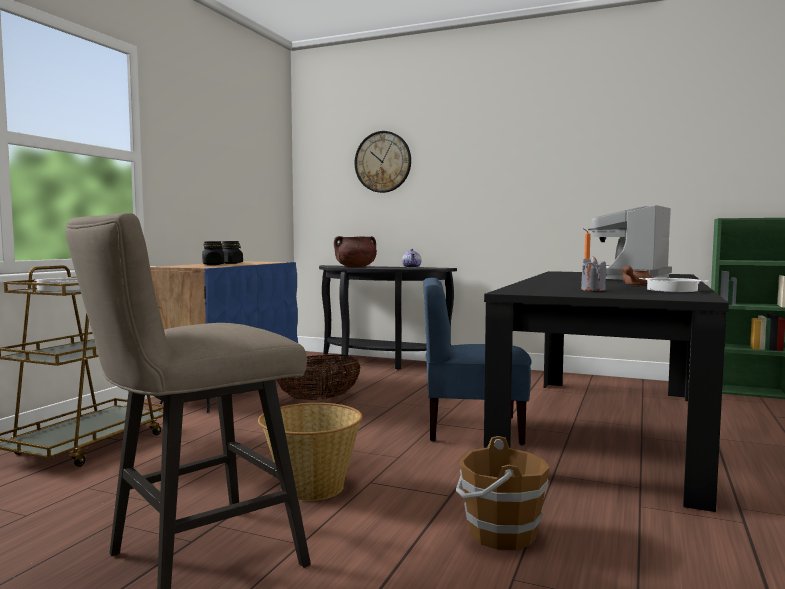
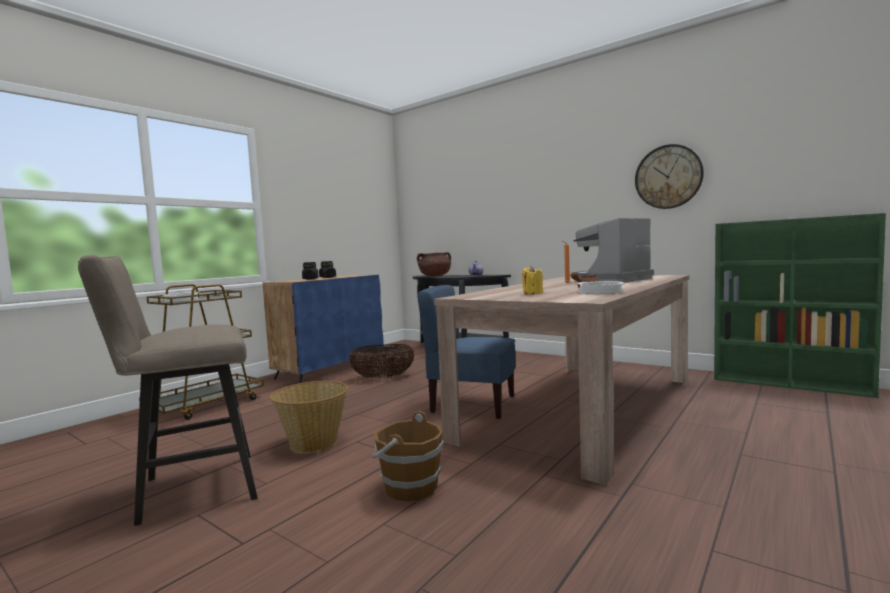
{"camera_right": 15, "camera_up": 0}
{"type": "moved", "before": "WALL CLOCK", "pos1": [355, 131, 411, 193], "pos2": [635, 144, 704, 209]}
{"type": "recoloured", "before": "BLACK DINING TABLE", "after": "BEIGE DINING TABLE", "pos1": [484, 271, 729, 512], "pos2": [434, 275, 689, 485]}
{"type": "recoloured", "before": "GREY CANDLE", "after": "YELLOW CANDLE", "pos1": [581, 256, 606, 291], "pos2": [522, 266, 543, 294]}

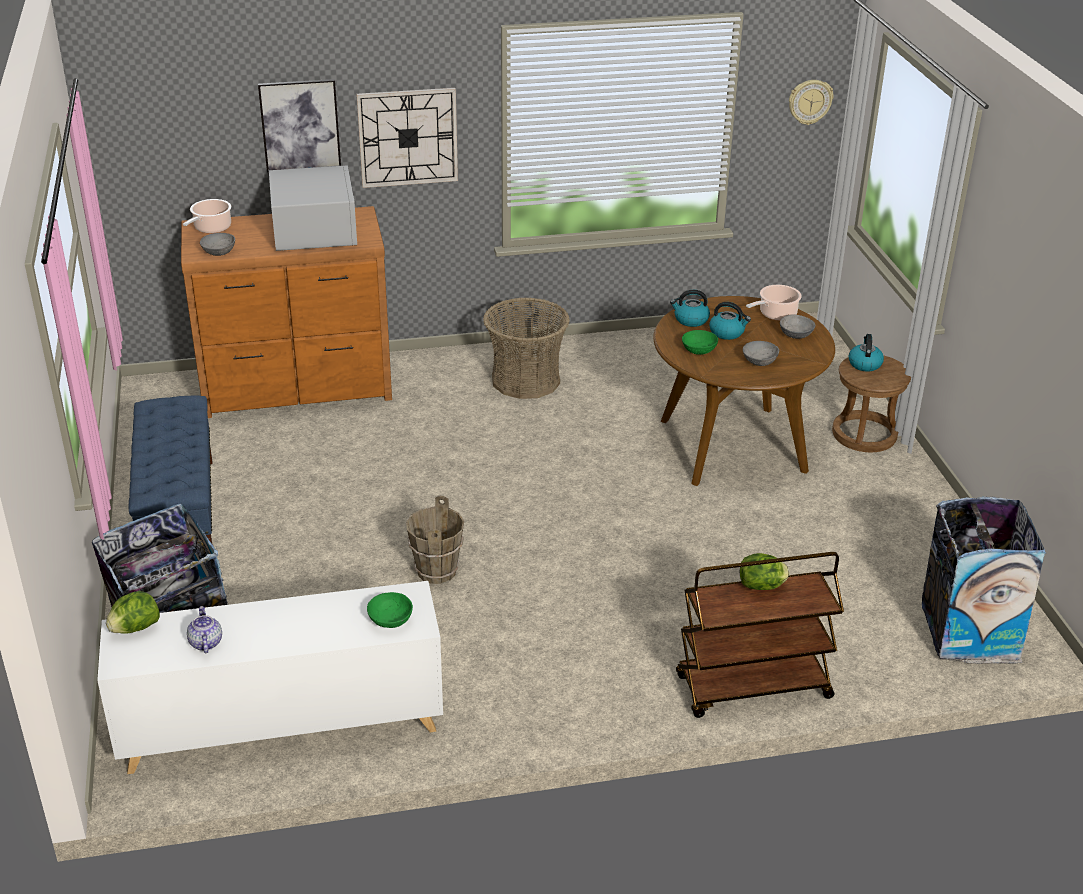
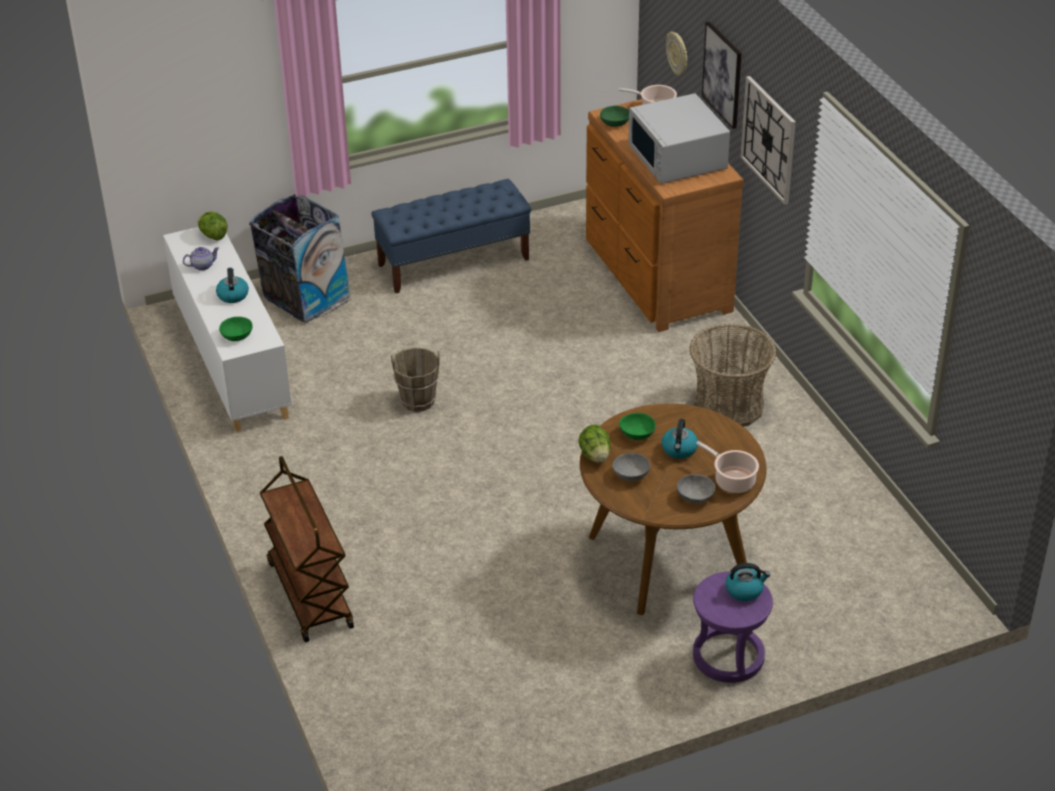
{"camera_right": 80, "camera_up": 5}
{"type": "removed", "before": "TRASH CAN", "pos1": [922, 497, 1046, 664]}
{"type": "moved", "before": "KETTLE", "pos1": [670, 290, 710, 327], "pos2": [216, 268, 249, 303]}
{"type": "moved", "before": "LETTUCE", "pos1": [740, 553, 789, 590], "pos2": [578, 425, 610, 463]}
{"type": "moved", "before": "WALL CLOCK", "pos1": [789, 80, 833, 125], "pos2": [666, 32, 687, 75]}
{"type": "recoloured", "before": "GREY BOWL", "after": "GREEN BOWL", "pos1": [200, 233, 235, 256], "pos2": [600, 106, 629, 127]}
{"type": "recoloured", "before": "BROWN STOOL", "after": "PURPLE STOOL", "pos1": [832, 355, 911, 452], "pos2": [693, 572, 773, 683]}
{"type": "turned", "before": "WHITE MICROWAVE", "pos1": [269, 165, 357, 251], "pos2": [628, 93, 730, 184], "turn": 90}

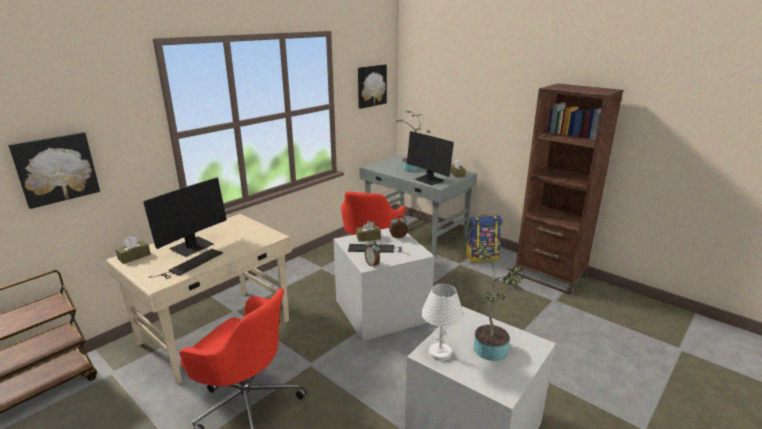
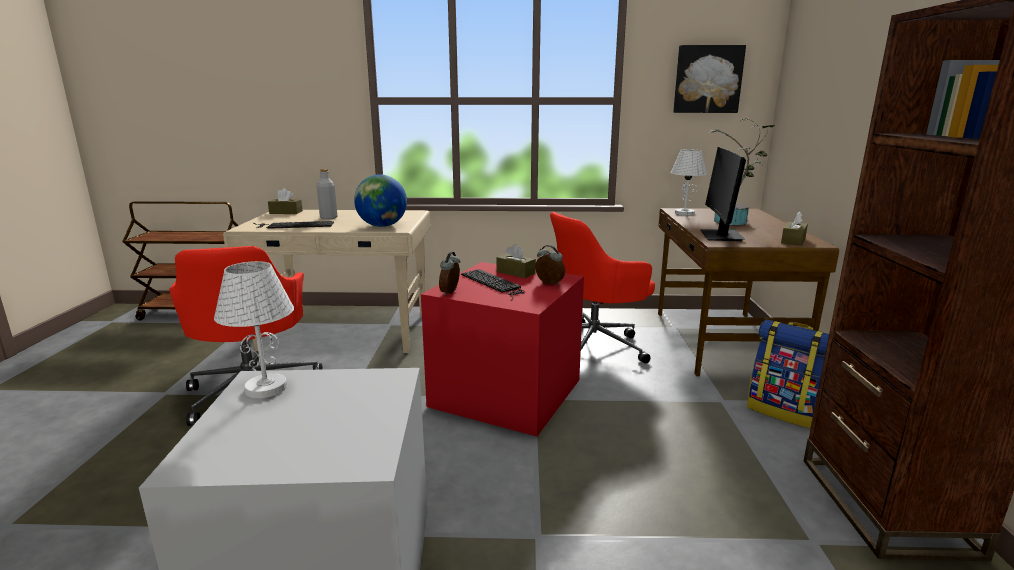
{"camera_right": 50, "camera_up": -5}
{"type": "removed", "before": "PICTURE", "pos1": [8, 132, 100, 209]}
{"type": "removed", "before": "POTTED PLANT", "pos1": [473, 244, 524, 361]}
{"type": "added", "after": "GLOBE", "pos2": [354, 174, 407, 227]}
{"type": "added", "after": "WHITE TABLE LAMP", "pos2": [671, 149, 707, 216]}
{"type": "replaced", "before": "MONITOR", "after": "GREY BOTTLE", "pos1": [143, 178, 227, 257], "pos2": [317, 169, 337, 220]}
{"type": "recoloured", "before": "GREY STORAGE BOX", "after": "RED STORAGE BOX", "pos1": [334, 228, 435, 341], "pos2": [421, 262, 584, 436]}
{"type": "recoloured", "before": "GREY DESK", "after": "BROWN DESK", "pos1": [359, 155, 477, 256], "pos2": [658, 208, 839, 376]}

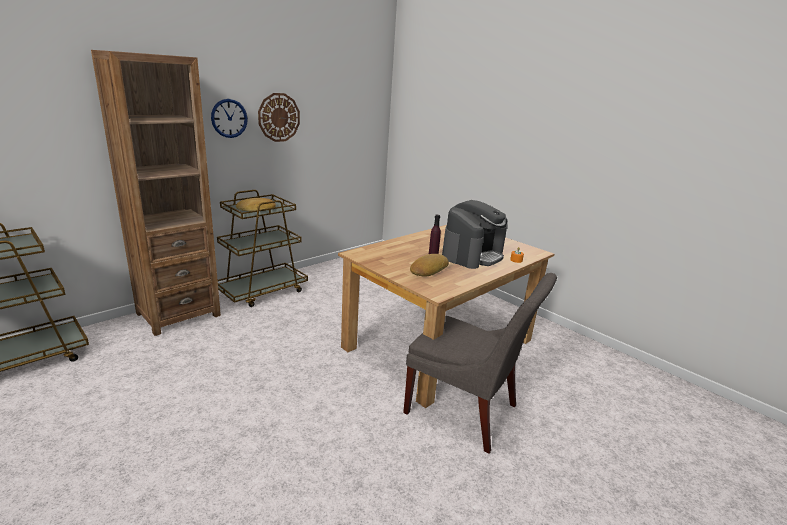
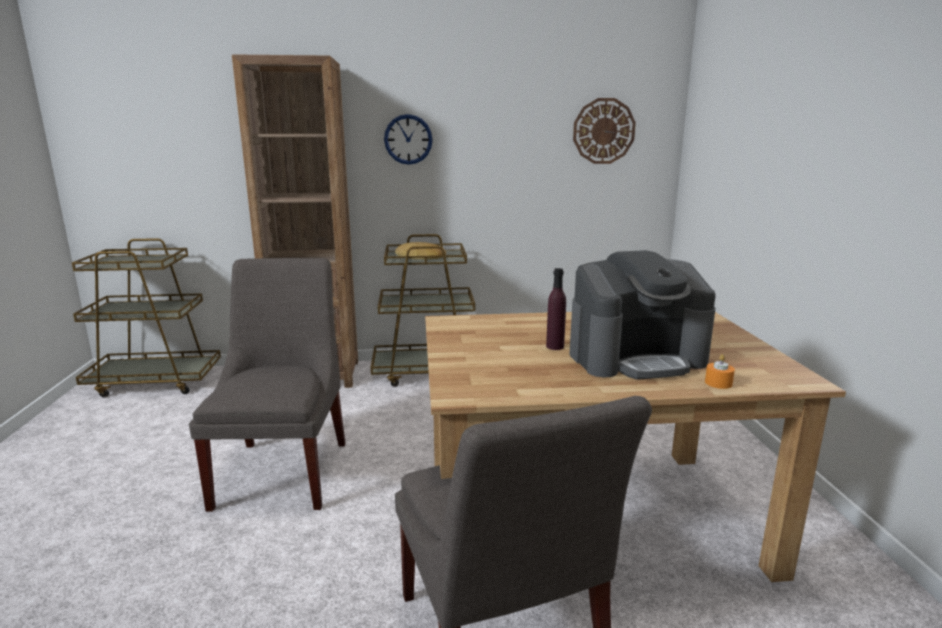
{"camera_right": 40, "camera_up": -5}
{"type": "removed", "before": "BREAD", "pos1": [410, 254, 449, 276]}
{"type": "added", "after": "GREY CHAIR", "pos2": [189, 258, 346, 512]}
{"type": "moved", "before": "WALL CLOCK", "pos1": [258, 93, 300, 142], "pos2": [573, 98, 636, 164]}

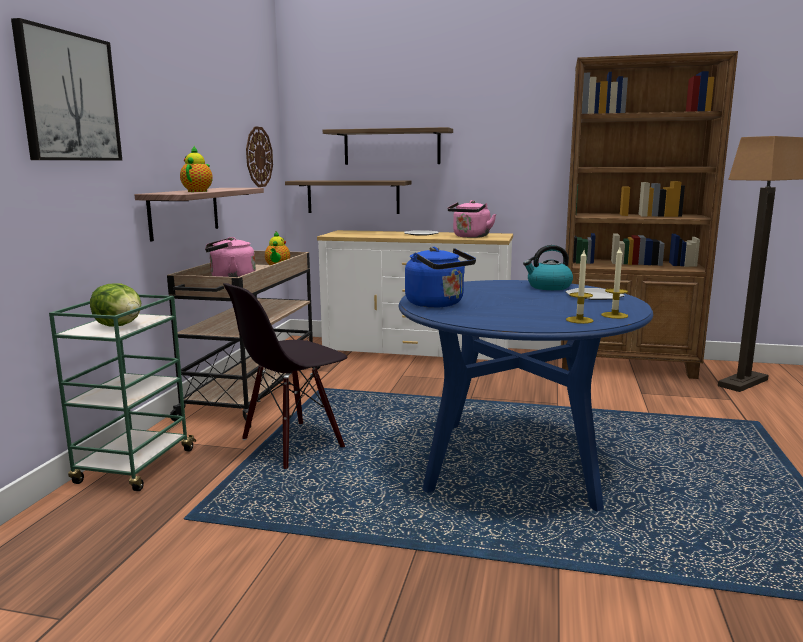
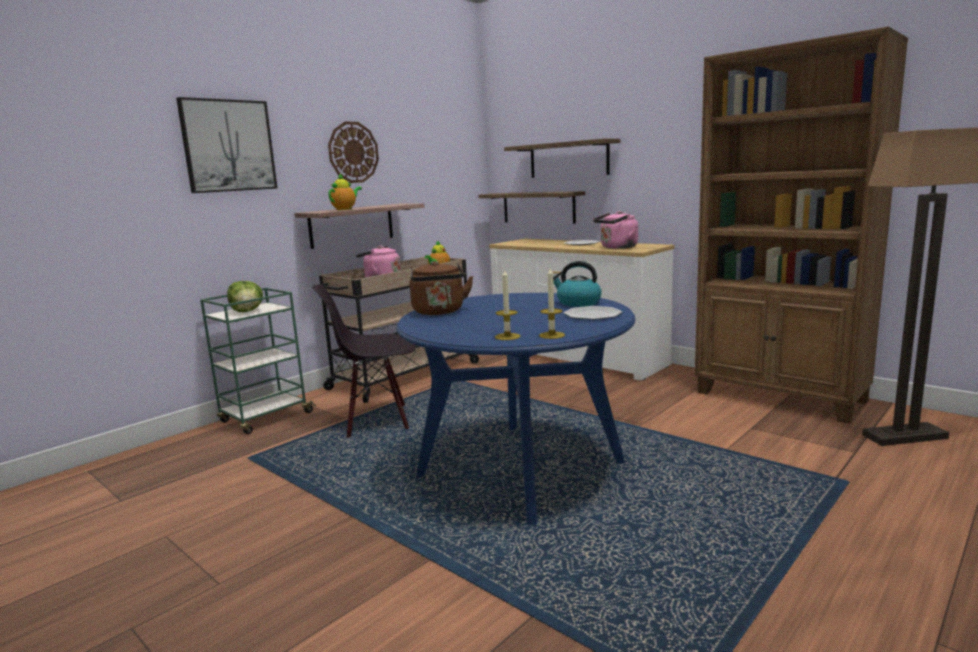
{"camera_right": 30, "camera_up": 0}
{"type": "moved", "before": "WALL CLOCK", "pos1": [246, 126, 273, 187], "pos2": [328, 122, 379, 183]}
{"type": "recoloured", "before": "BLUE KETTLE", "after": "BROWN KETTLE", "pos1": [405, 247, 476, 308], "pos2": [410, 261, 474, 315]}

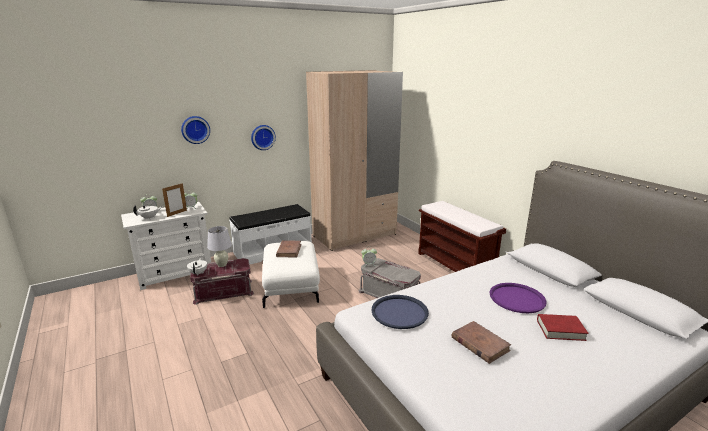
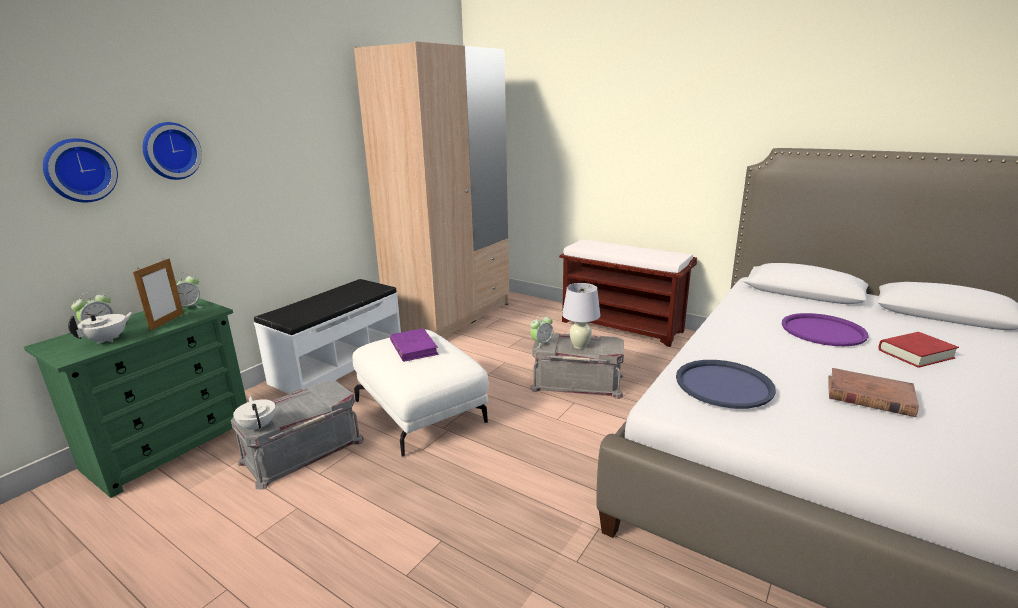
{"camera_right": -25, "camera_up": 0}
{"type": "moved", "before": "WHITE TABLE LAMP", "pos1": [207, 226, 232, 267], "pos2": [562, 283, 600, 349]}
{"type": "moved", "before": "WALL CLOCK", "pos1": [251, 125, 276, 150], "pos2": [43, 138, 118, 202]}
{"type": "recoloured", "before": "WHITE DRESSER", "after": "GREEN DRESSER", "pos1": [121, 202, 211, 290], "pos2": [24, 298, 247, 498]}
{"type": "recoloured", "before": "RED STORAGE BOX", "after": "GREY STORAGE BOX", "pos1": [190, 258, 254, 305], "pos2": [231, 381, 364, 489]}
{"type": "recoloured", "before": "BROWN BOOK", "after": "PURPLE BOOK", "pos1": [276, 241, 302, 257], "pos2": [390, 328, 438, 362]}

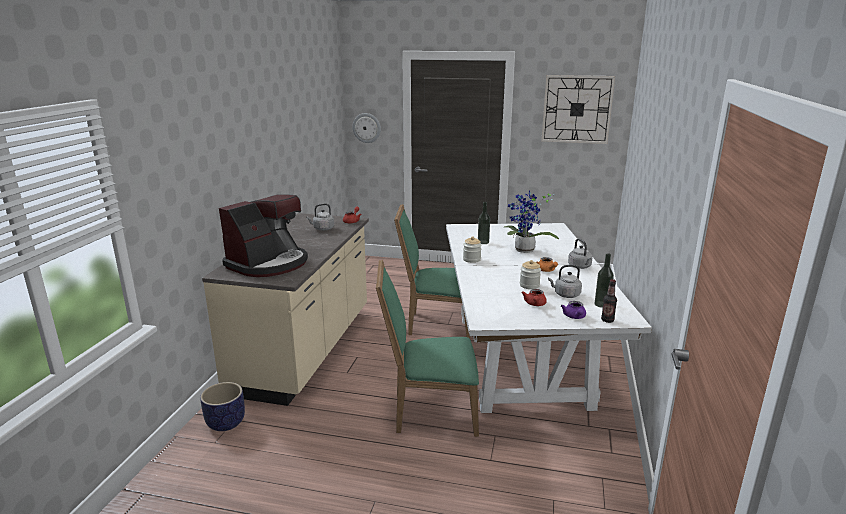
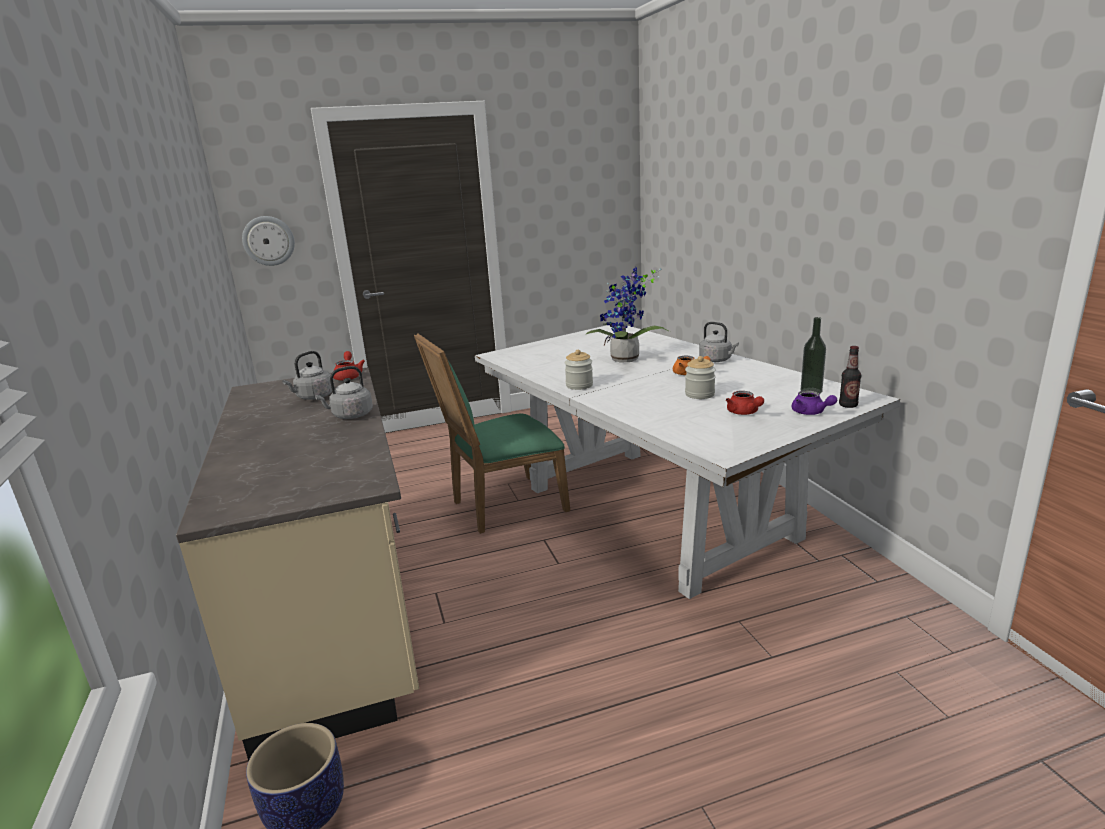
{"camera_right": -30, "camera_up": 0}
{"type": "removed", "before": "COFFEE MACHINE", "pos1": [219, 194, 308, 277]}
{"type": "removed", "before": "GREEN CHAIR", "pos1": [376, 260, 479, 437]}
{"type": "removed", "before": "BOTTLE", "pos1": [478, 202, 490, 244]}
{"type": "removed", "before": "WALL CLOCK", "pos1": [541, 75, 615, 144]}
{"type": "moved", "before": "GREY KETTLE", "pos1": [548, 265, 582, 298], "pos2": [315, 366, 373, 419]}

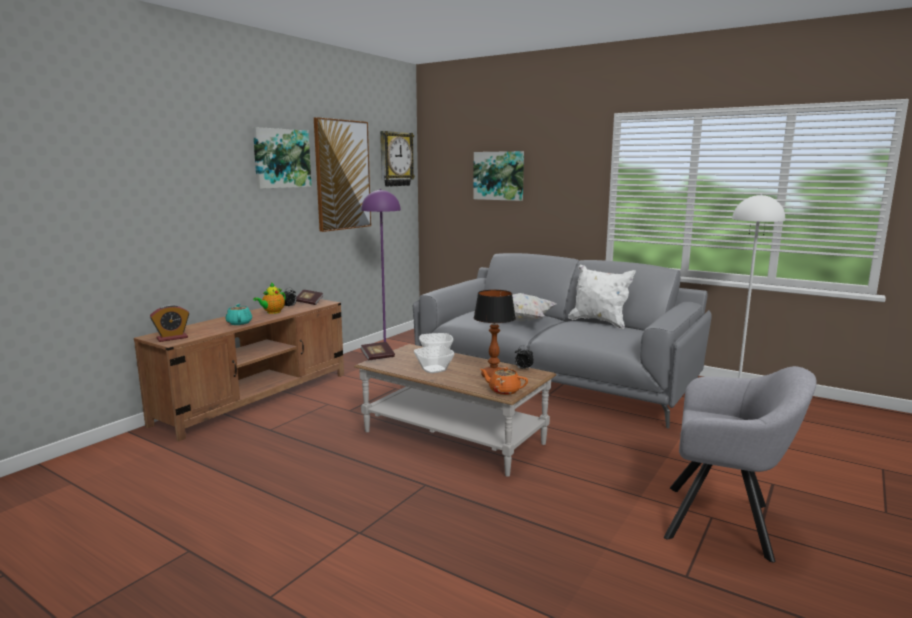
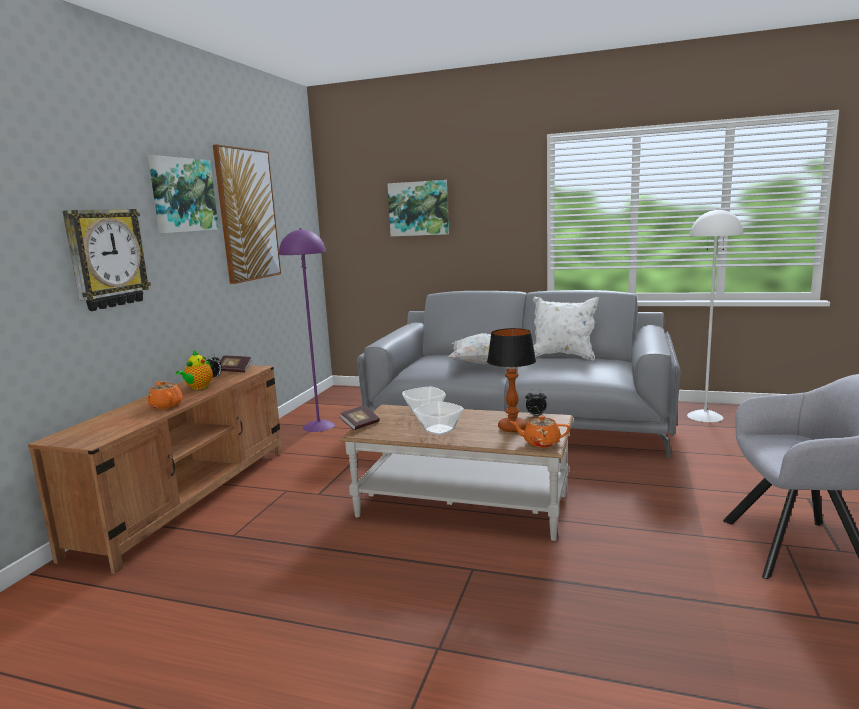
{"camera_right": -15, "camera_up": 0}
{"type": "removed", "before": "ALARM CLOCK", "pos1": [150, 304, 189, 342]}
{"type": "moved", "before": "WALL CLOCK", "pos1": [380, 131, 415, 187], "pos2": [63, 209, 151, 311]}
{"type": "recoloured", "before": "TURQUOISE TEAPOT", "after": "ORANGE TEAPOT", "pos1": [225, 304, 252, 325], "pos2": [148, 381, 183, 409]}

